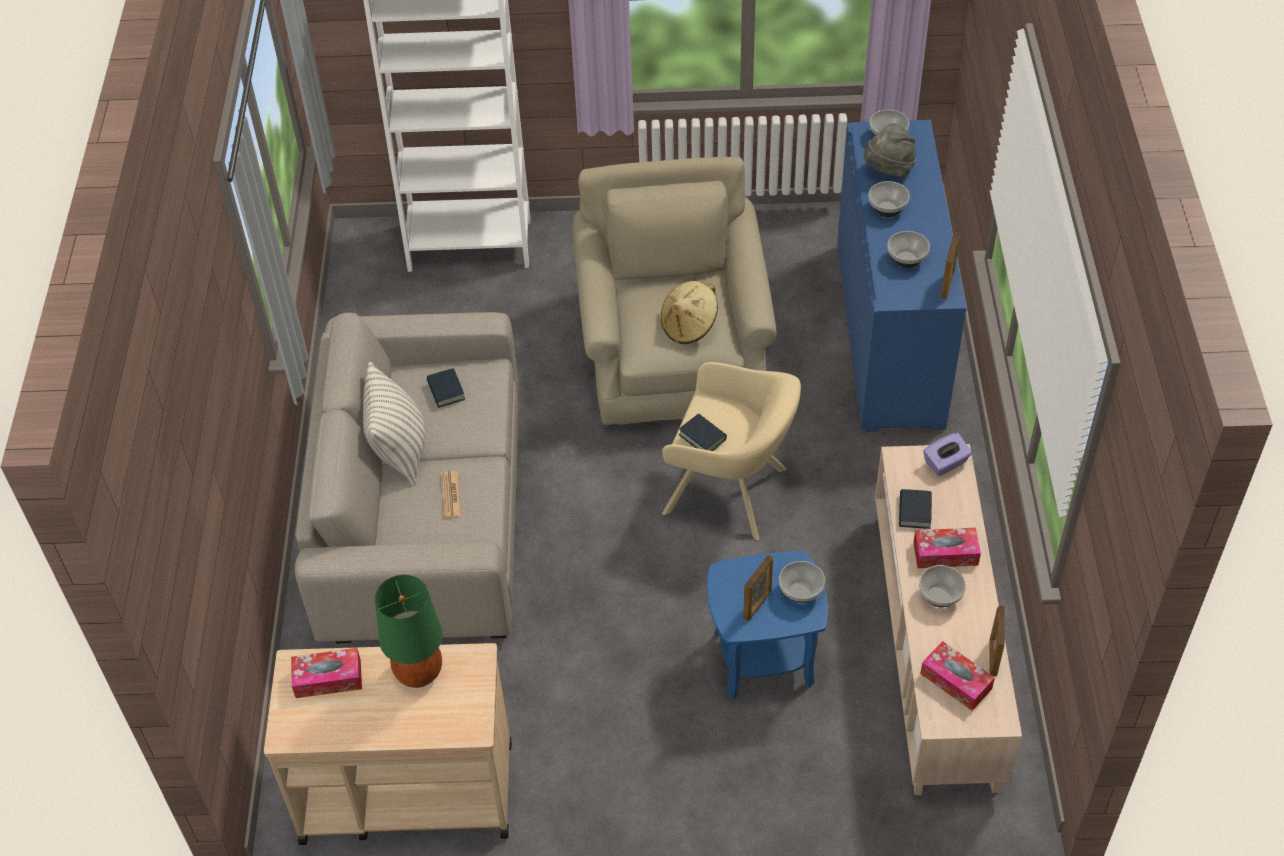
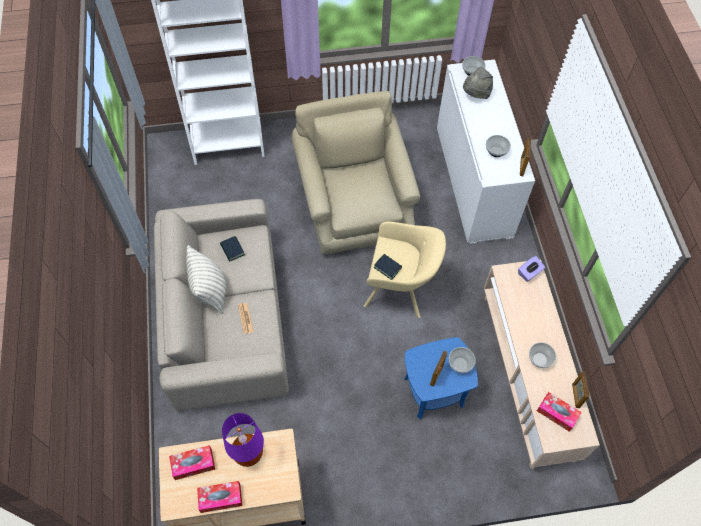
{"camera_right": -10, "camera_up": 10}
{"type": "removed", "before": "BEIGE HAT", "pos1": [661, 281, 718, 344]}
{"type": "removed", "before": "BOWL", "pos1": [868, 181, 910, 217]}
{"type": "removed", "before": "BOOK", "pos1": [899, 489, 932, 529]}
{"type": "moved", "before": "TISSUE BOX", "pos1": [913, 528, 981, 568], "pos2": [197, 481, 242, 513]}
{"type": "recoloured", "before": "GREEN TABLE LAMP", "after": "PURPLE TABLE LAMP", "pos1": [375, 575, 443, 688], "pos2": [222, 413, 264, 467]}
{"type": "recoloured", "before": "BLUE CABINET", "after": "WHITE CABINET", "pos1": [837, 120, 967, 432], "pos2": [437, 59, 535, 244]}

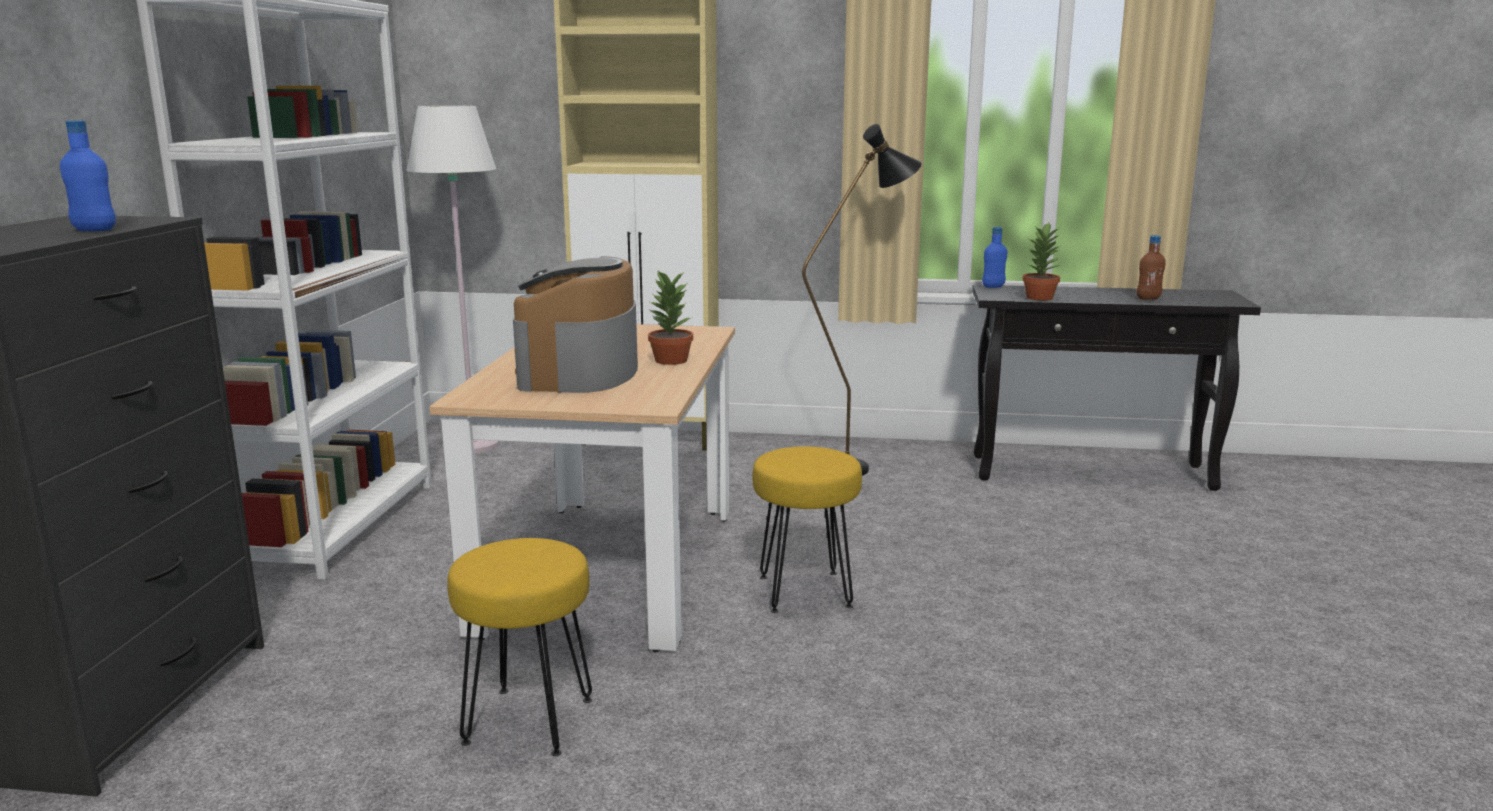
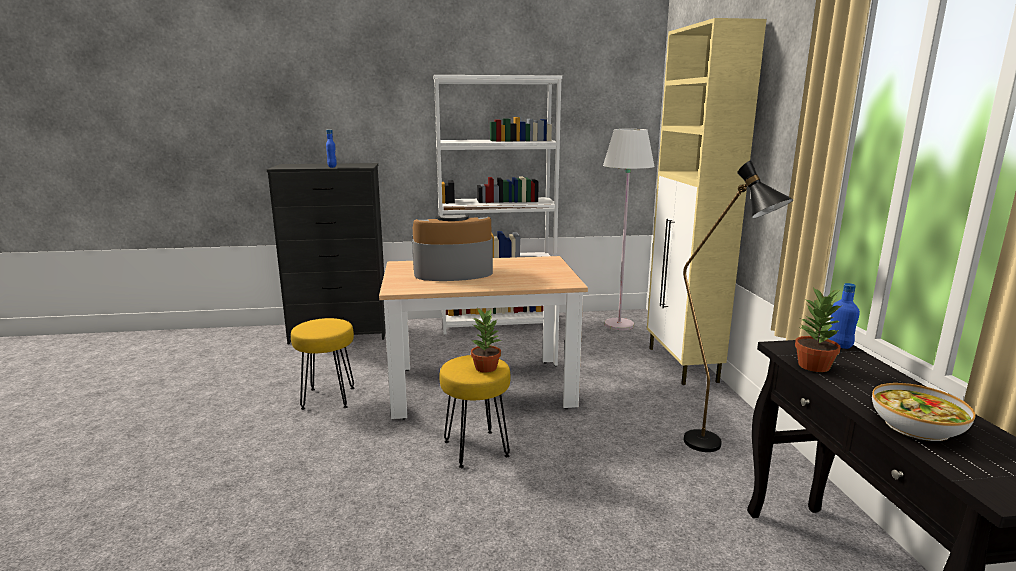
{"camera_right": 75, "camera_up": 0}
{"type": "moved", "before": "POTTED PLANT", "pos1": [648, 270, 693, 365], "pos2": [471, 308, 501, 373]}
{"type": "replaced", "before": "BROWN BOTTLE", "after": "BOWL", "pos1": [1137, 235, 1166, 300], "pos2": [872, 383, 975, 441]}

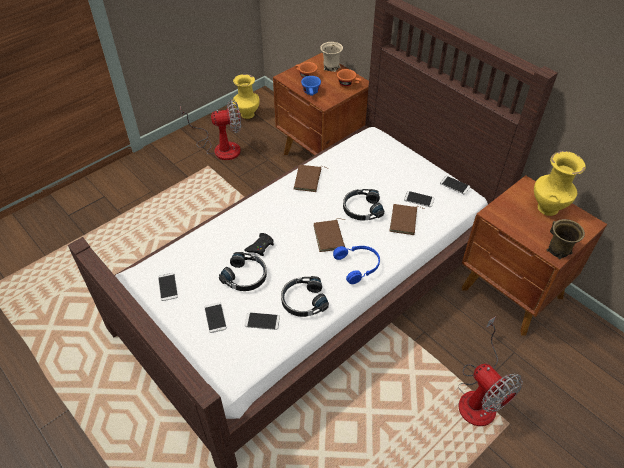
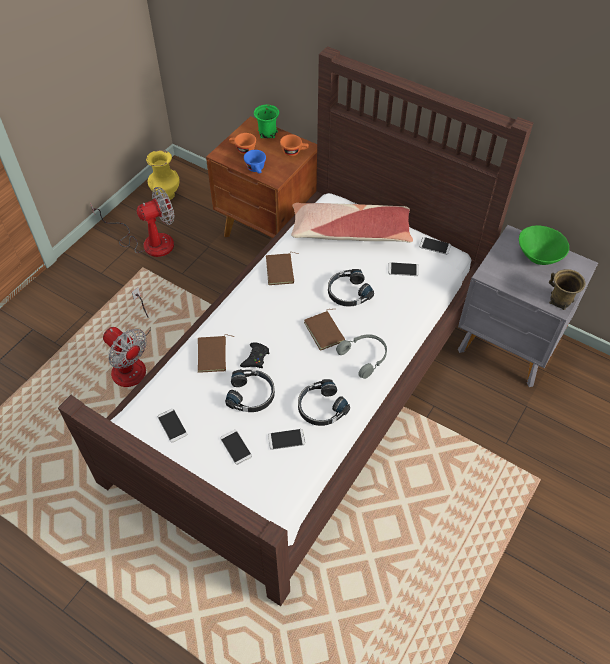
{"camera_right": -15, "camera_up": 5}
{"type": "added", "after": "PILLOW", "pos2": [291, 203, 413, 243]}
{"type": "moved", "before": "BROWN BOOK", "pos1": [389, 204, 424, 235], "pos2": [198, 334, 234, 373]}
{"type": "moved", "before": "FAN", "pos1": [458, 316, 523, 426], "pos2": [103, 287, 151, 387]}
{"type": "replaced", "before": "YELLOW VASE", "after": "GREEN BOWL", "pos1": [534, 151, 586, 216], "pos2": [519, 225, 569, 265]}
{"type": "recoloured", "before": "BEIGE MUG", "after": "GREEN MUG", "pos1": [320, 42, 343, 72], "pos2": [254, 105, 279, 138]}
{"type": "recoloured", "before": "BLUE HEADPHONES", "after": "GREY HEADPHONES", "pos1": [333, 246, 380, 284], "pos2": [336, 334, 387, 379]}
{"type": "recoloured", "before": "BROWN NIGHTSTAND", "after": "GREY NIGHTSTAND", "pos1": [462, 175, 607, 336], "pos2": [458, 225, 598, 387]}

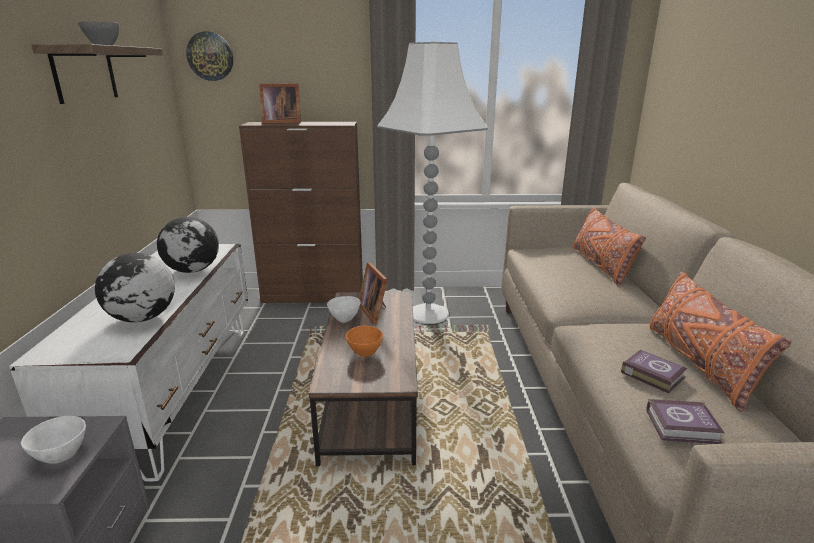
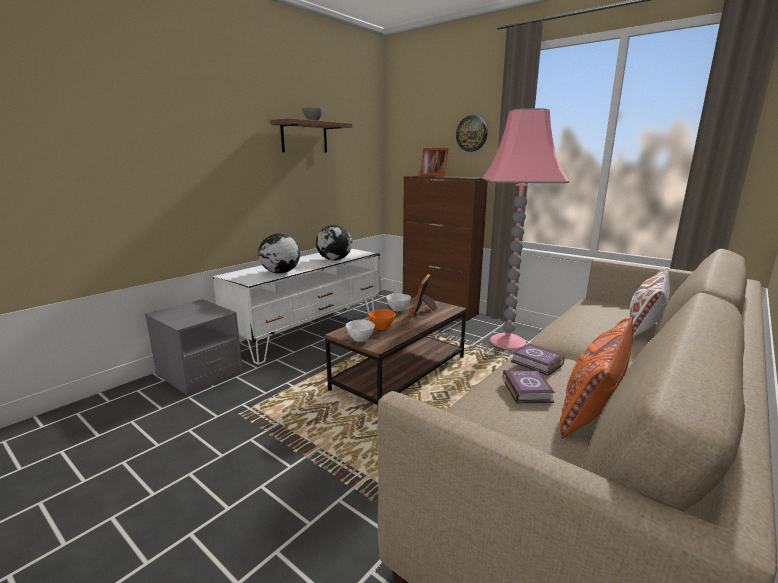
{"camera_right": 40, "camera_up": -5}
{"type": "moved", "before": "WHITE BOWL", "pos1": [21, 416, 86, 464], "pos2": [346, 320, 375, 342]}
{"type": "moved", "before": "WALL CLOCK", "pos1": [186, 32, 233, 81], "pos2": [456, 115, 488, 152]}
{"type": "moved", "before": "BOOK", "pos1": [646, 399, 724, 444], "pos2": [511, 343, 565, 376]}
{"type": "recoloured", "before": "WHITE FLOOR LAMP", "after": "PINK FLOOR LAMP", "pos1": [377, 41, 488, 324], "pos2": [482, 108, 569, 350]}
{"type": "recoloured", "before": "ORANGE PILLOW", "after": "WHITE PILLOW", "pos1": [573, 207, 646, 286], "pos2": [629, 268, 670, 338]}

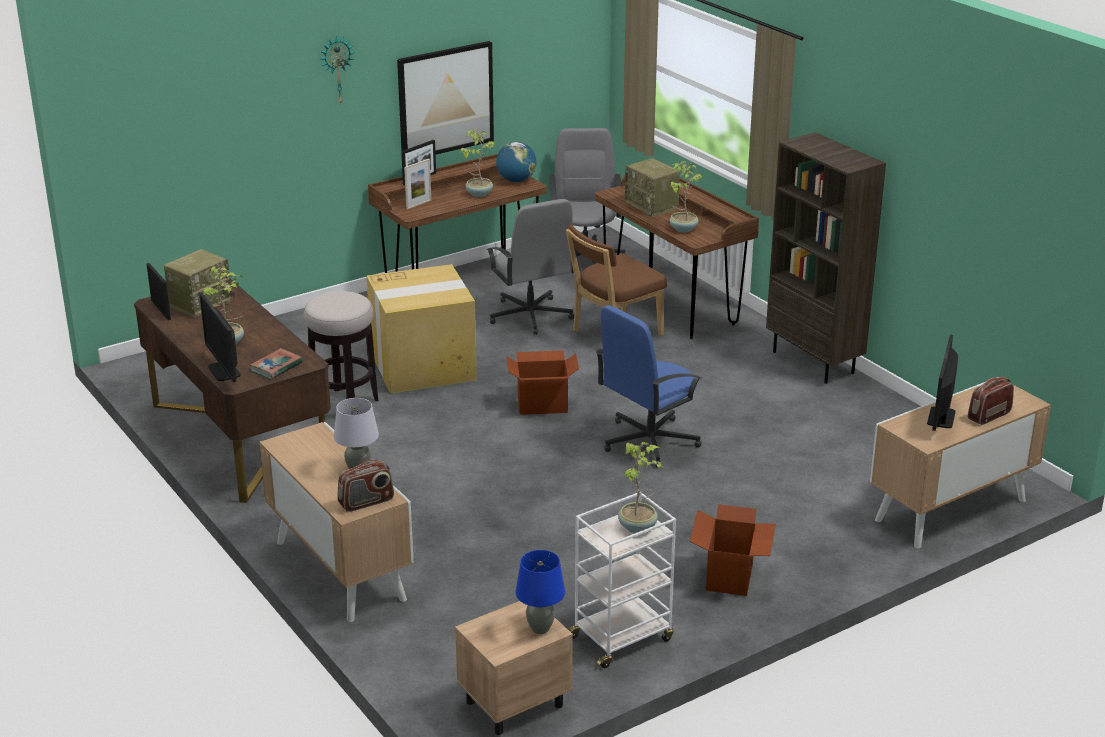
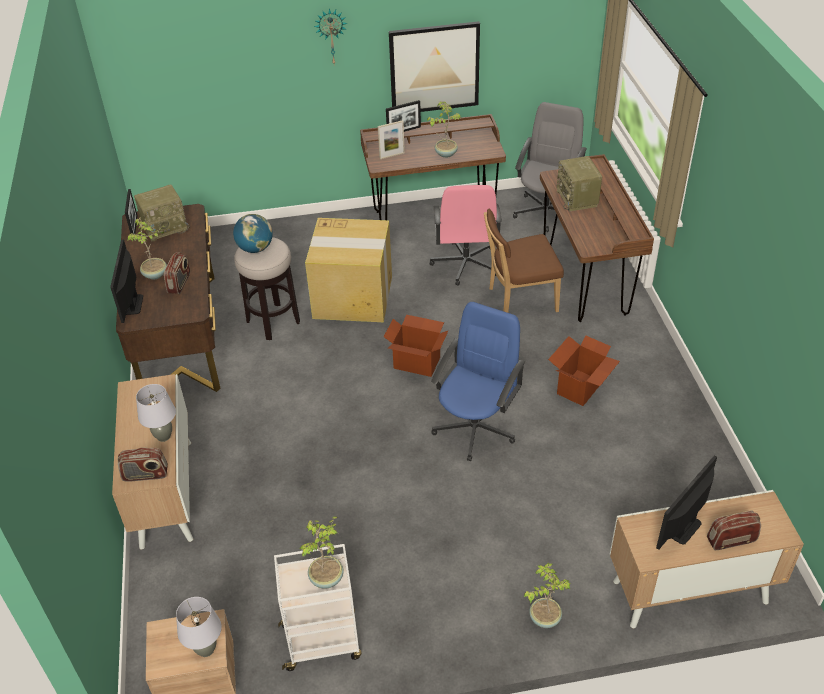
{"camera_right": 25, "camera_up": 15}
{"type": "removed", "before": "BOOK", "pos1": [250, 348, 302, 379]}
{"type": "removed", "before": "BROWN BOOKCASE", "pos1": [766, 132, 886, 384]}
{"type": "added", "after": "RADIO", "pos2": [164, 252, 190, 294]}
{"type": "moved", "before": "GLOBE", "pos1": [496, 142, 537, 182], "pos2": [233, 214, 273, 253]}
{"type": "moved", "before": "POTTED PLANT", "pos1": [670, 161, 703, 232], "pos2": [524, 563, 571, 628]}
{"type": "moved", "before": "CARDBOARD BOX", "pos1": [690, 504, 776, 596], "pos2": [548, 336, 620, 406]}
{"type": "recoloured", "before": "GREY OFFICE CHAIR", "after": "PINK OFFICE CHAIR", "pos1": [486, 199, 577, 335], "pos2": [430, 185, 502, 286]}
{"type": "recoloured", "before": "BLUE TABLE LAMP", "after": "GREY TABLE LAMP", "pos1": [515, 550, 565, 634], "pos2": [176, 597, 222, 657]}
{"type": "turned", "before": "BLUE OFFICE CHAIR", "pos1": [596, 305, 702, 467], "pos2": [431, 302, 525, 461], "turn": 135}

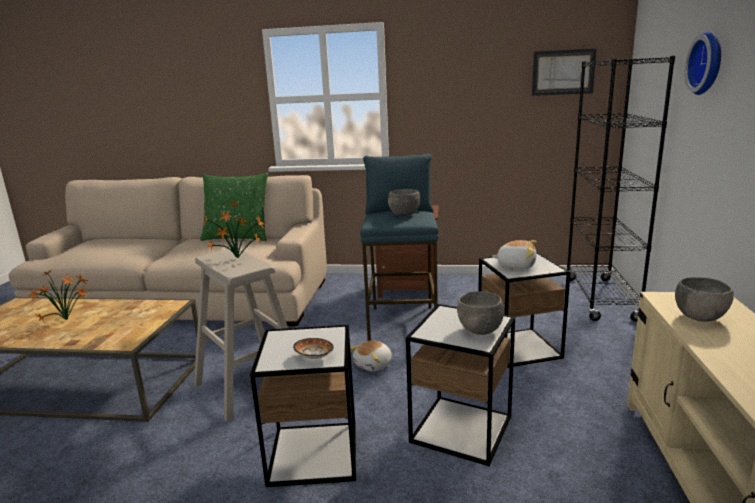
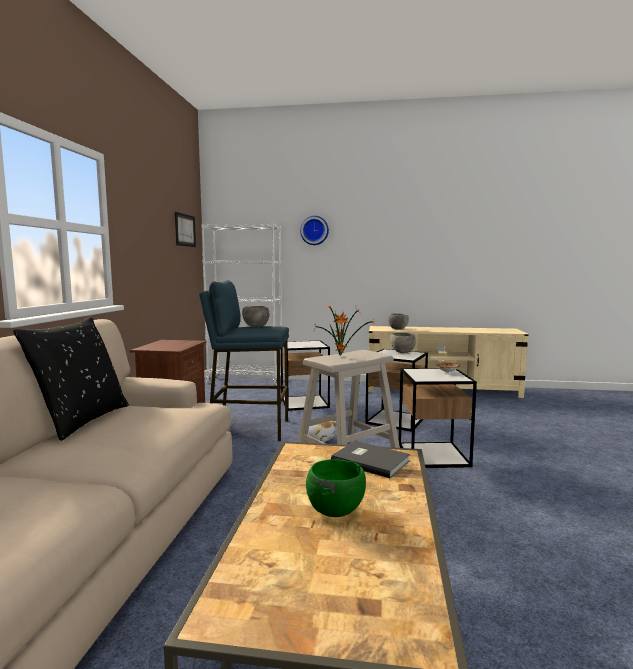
{"camera_right": -90, "camera_up": -10}
{"type": "removed", "before": "PLUSH TOY", "pos1": [492, 240, 537, 269]}
{"type": "added", "after": "GREY BOOK", "pos2": [331, 441, 410, 478]}
{"type": "replaced", "before": "POTTED PLANT", "after": "GREEN BOWL", "pos1": [28, 269, 88, 323], "pos2": [306, 459, 366, 517]}
{"type": "recoloured", "before": "GREEN PILLOW", "after": "BLACK PILLOW", "pos1": [200, 173, 268, 241], "pos2": [13, 316, 129, 441]}
{"type": "recoloured", "before": "BLACK BOOKCASE", "after": "WHITE BOOKCASE", "pos1": [567, 56, 675, 322], "pos2": [201, 223, 282, 386]}

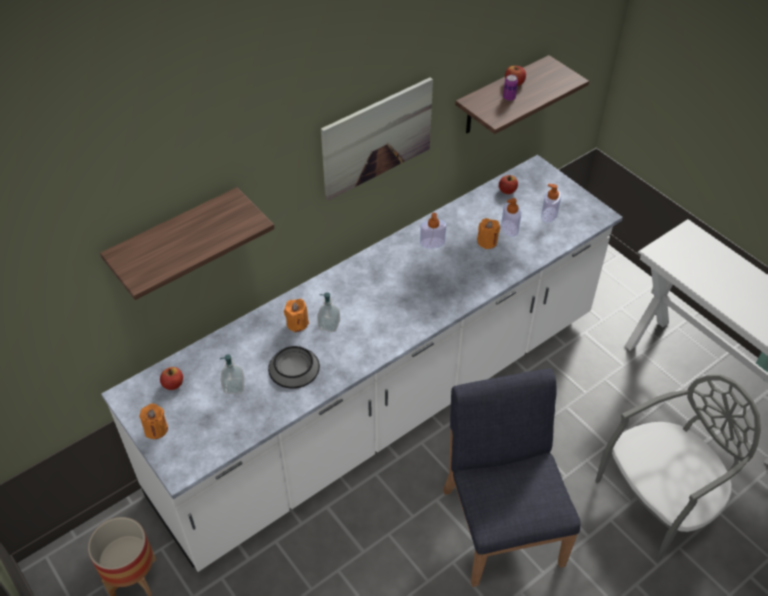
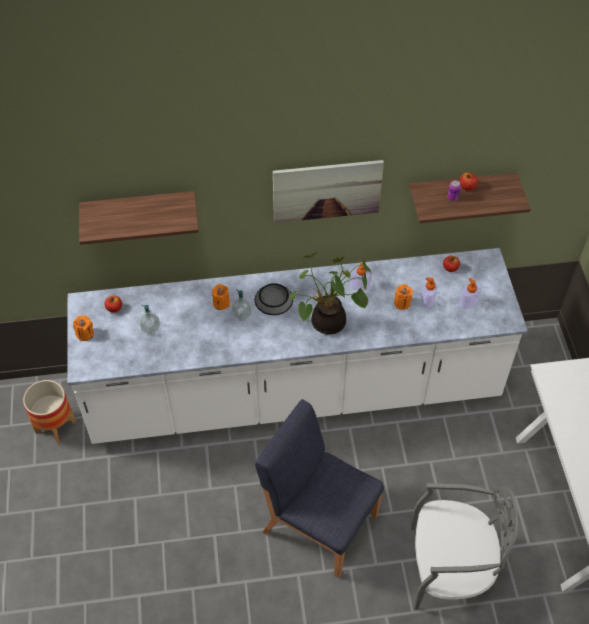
{"camera_right": 30, "camera_up": 5}
{"type": "added", "after": "POTTED PLANT", "pos2": [290, 252, 372, 335]}
{"type": "moved", "before": "BOWL", "pos1": [268, 346, 320, 389], "pos2": [255, 283, 293, 315]}
{"type": "turned", "before": "BLUE CHAIR", "pos1": [443, 368, 581, 587], "pos2": [255, 399, 384, 578], "turn": -75}

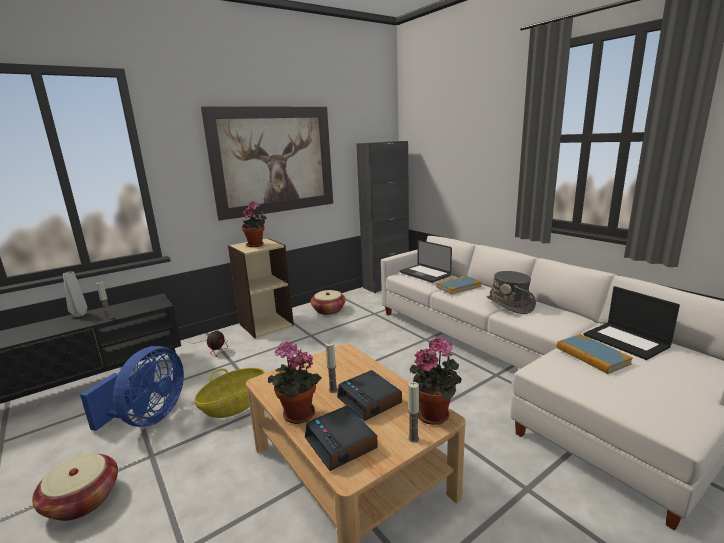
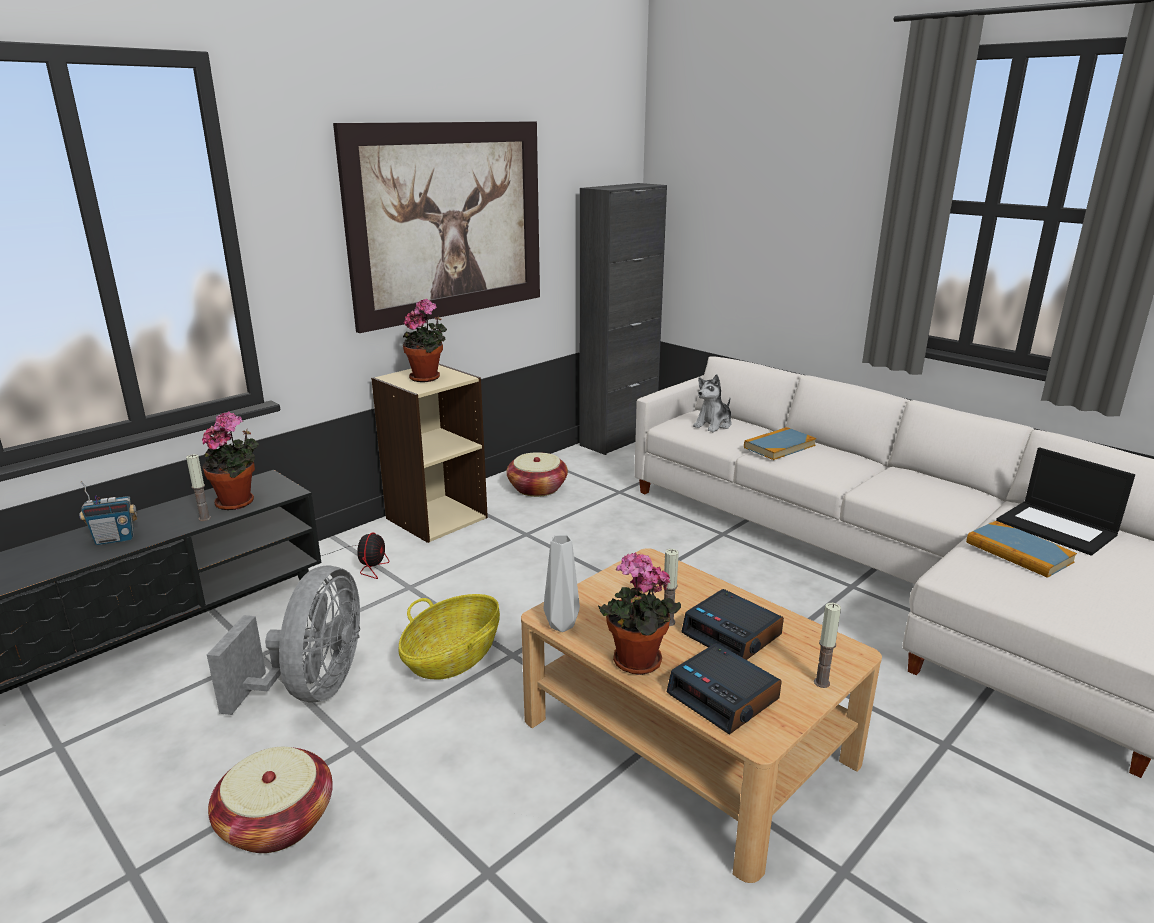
{"camera_right": -10, "camera_up": 5}
{"type": "removed", "before": "GREY HAT", "pos1": [487, 271, 536, 314]}
{"type": "added", "after": "RADIO", "pos2": [79, 481, 137, 545]}
{"type": "moved", "before": "GREY VASE", "pos1": [63, 272, 88, 317], "pos2": [544, 535, 580, 632]}
{"type": "moved", "before": "POTTED PLANT", "pos1": [409, 337, 462, 425], "pos2": [202, 411, 259, 510]}
{"type": "replaced", "before": "LAPTOP", "after": "PLUSH TOY", "pos1": [400, 240, 452, 283], "pos2": [693, 374, 732, 432]}
{"type": "recoloured", "before": "BLUE FAN", "after": "GREY FAN", "pos1": [80, 346, 184, 431], "pos2": [207, 565, 360, 715]}

